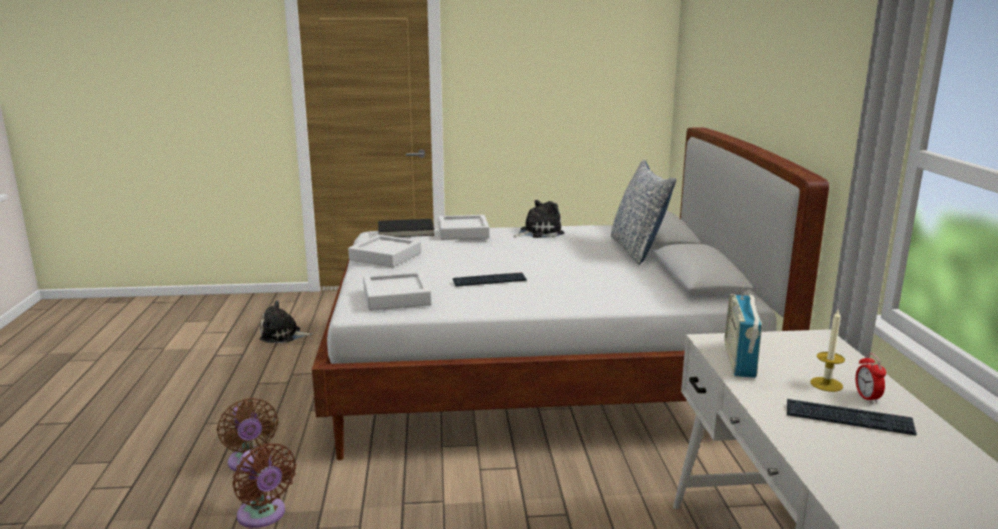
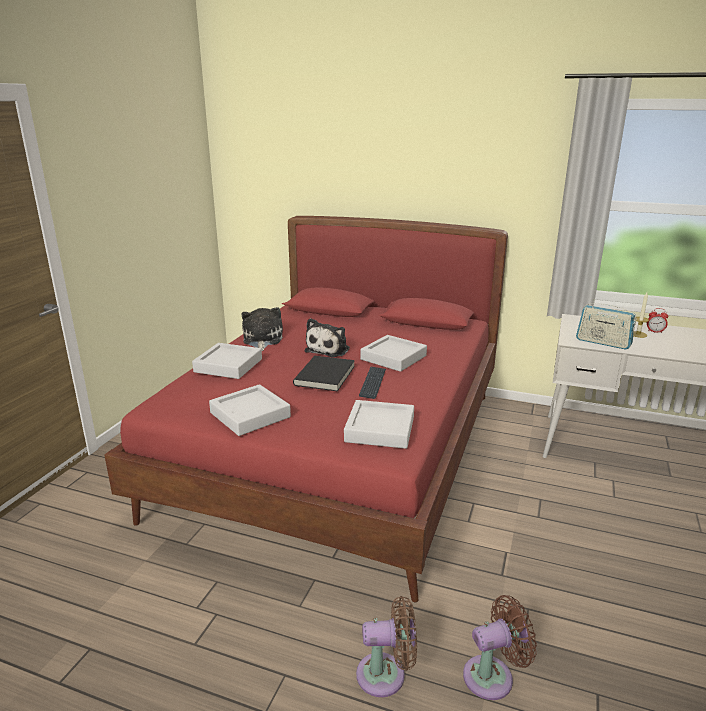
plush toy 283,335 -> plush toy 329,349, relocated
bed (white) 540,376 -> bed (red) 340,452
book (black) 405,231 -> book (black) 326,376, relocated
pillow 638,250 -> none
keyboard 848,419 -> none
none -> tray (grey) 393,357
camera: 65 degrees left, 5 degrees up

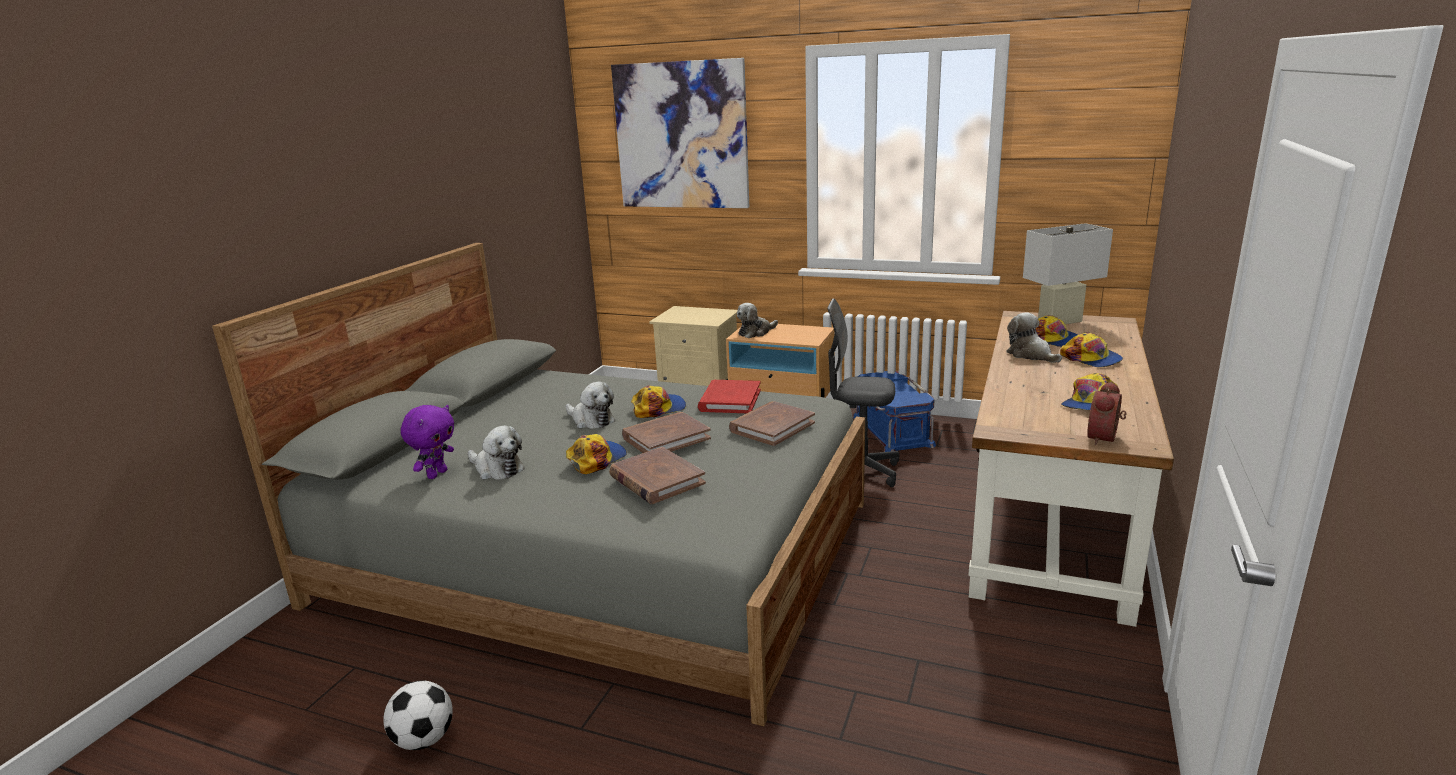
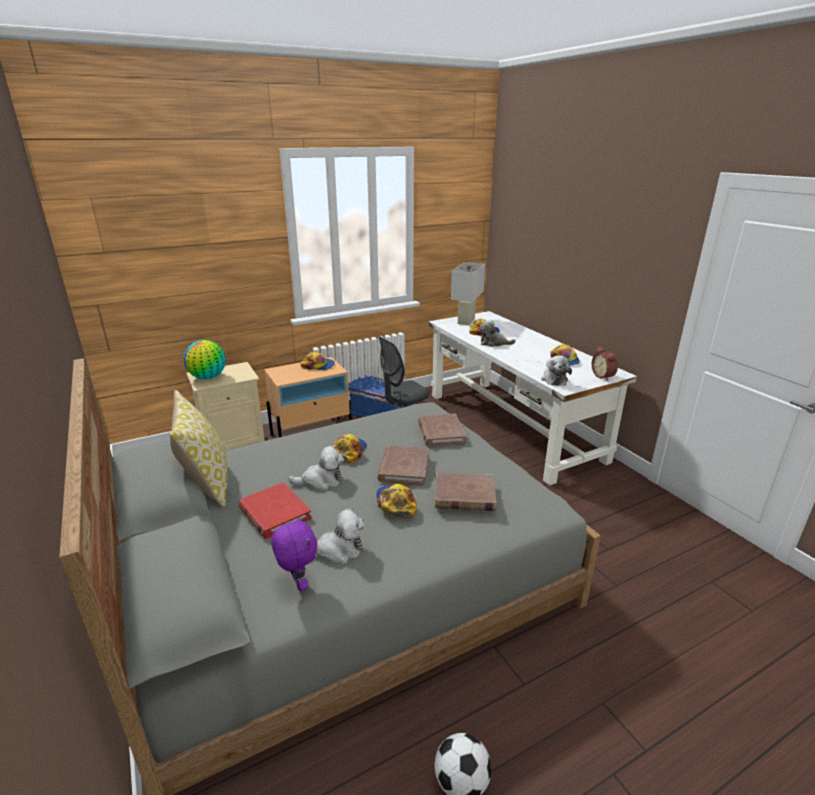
picture 681,136 -> none
book (red) 730,400 -> book (red) 274,513, relocated
plush toy 755,332 -> plush toy 554,379, relocated
desk (brown) 1053,511 -> desk (white) 512,426
cap 1091,359 -> cap 318,365, relocated
none -> pillow 207,483
none -> globe 208,377
camera: 50 degrees left, 5 degrees up

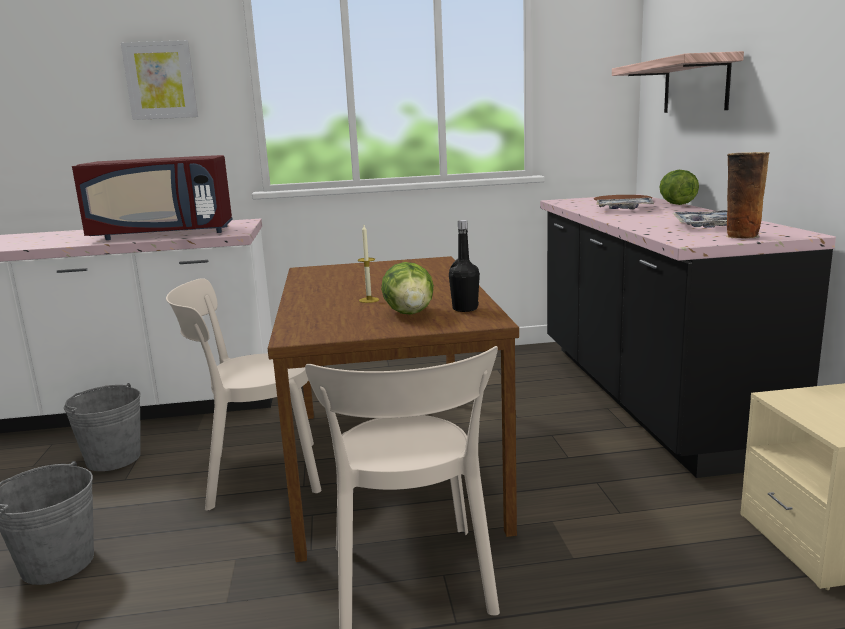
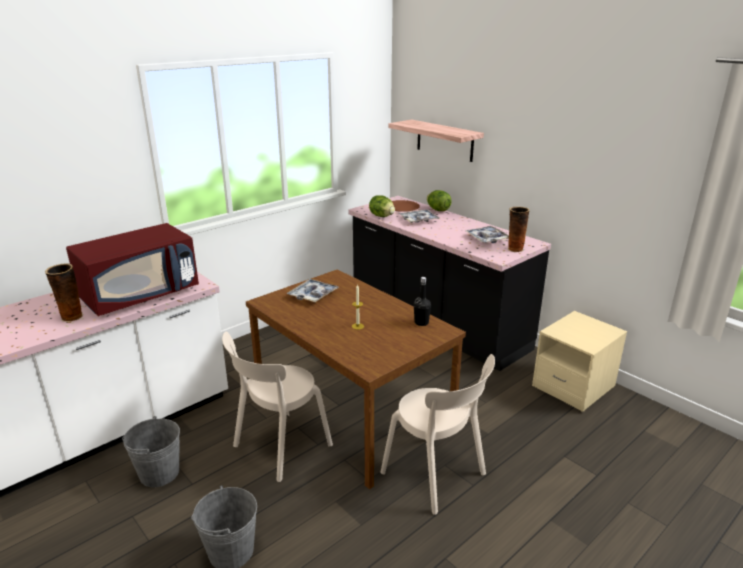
picture 160,80 -> none
lettuce 409,313 -> lettuce 382,216, relocated
none -> vase 71,317
none -> tray 313,295
camera: 35 degrees left, 10 degrees up

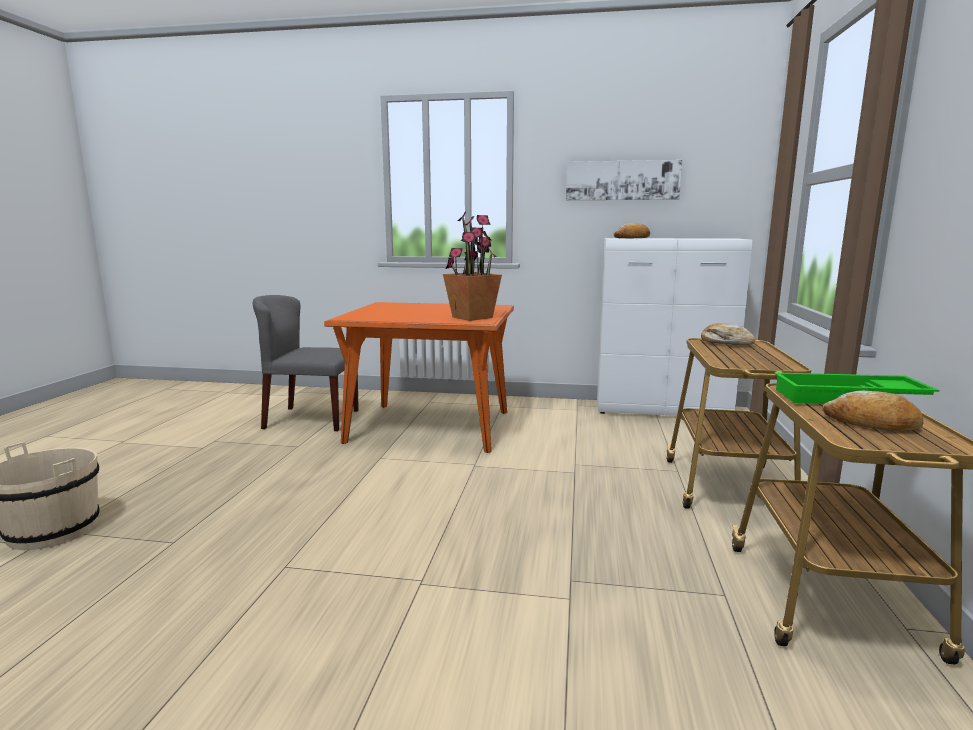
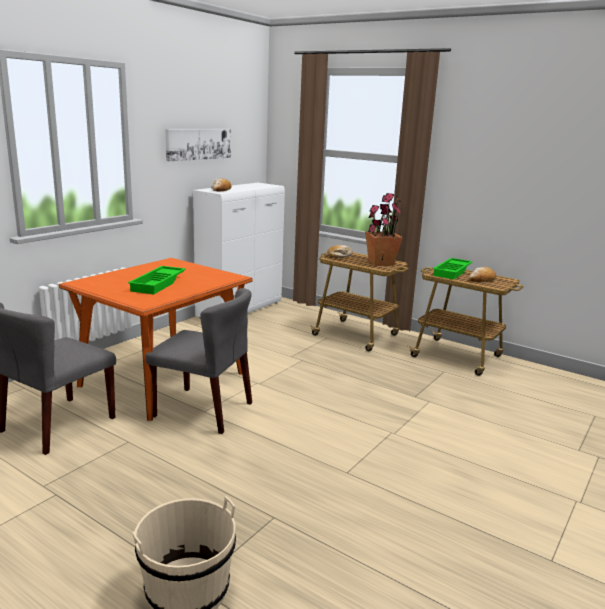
potted plant 472,317 -> potted plant 380,263, relocated
none -> tray (green) 159,284
none -> chair (grey) 204,409
camera: 65 degrees left, 5 degrees up

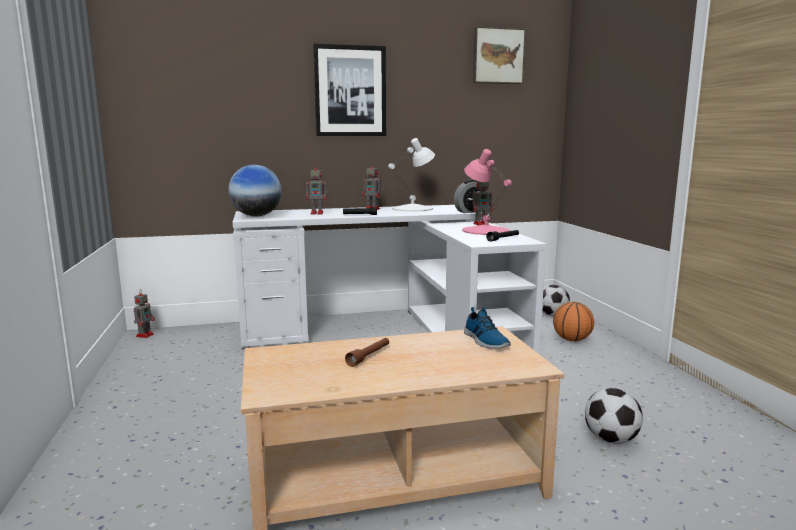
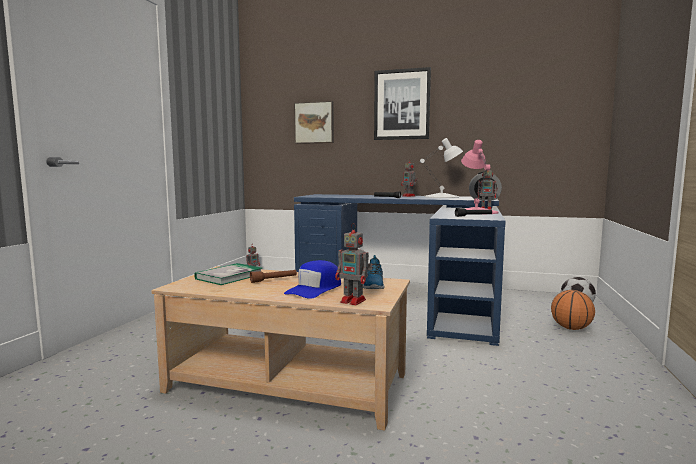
globe 256,216 -> none
desk (white) 394,333 -> desk (blue) 411,298
toy robot 318,213 -> toy robot 354,301, relocated
picture 497,56 -> picture 314,123, relocated
football 611,439 -> none
none -> book 229,276
none -> cap (blue) 315,289
camera: 30 degrees right, 5 degrees down

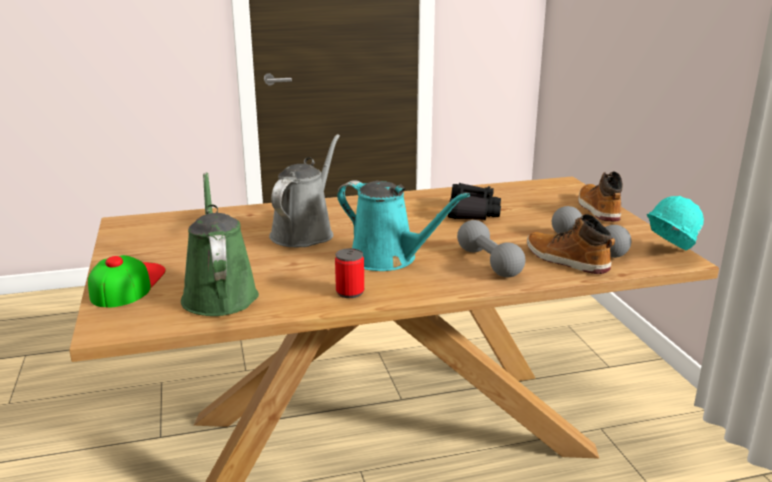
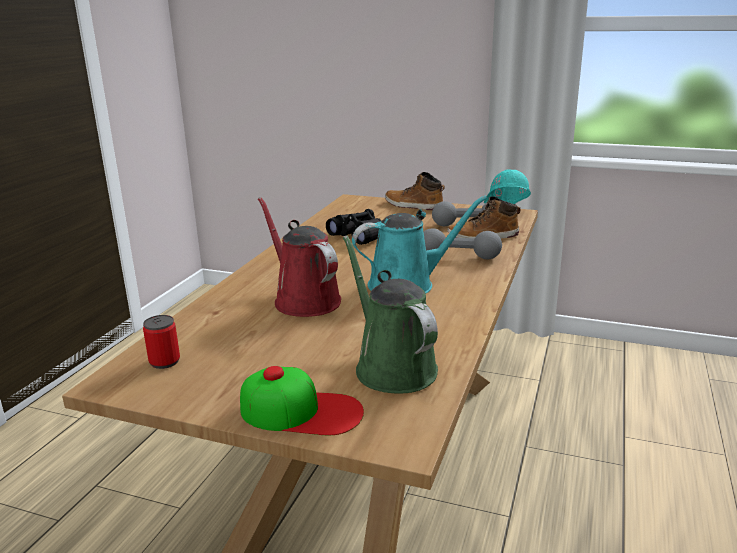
cap 127,283 -> cap 301,411, 150 degrees clockwise
watering can (green) 219,294 -> watering can (green) 391,366, 45 degrees clockwise
watering can (grey) 305,232 -> watering can (red) 304,299
can 350,292 -> can 164,361, relocated
camera: 55 degrees left, 0 degrees up

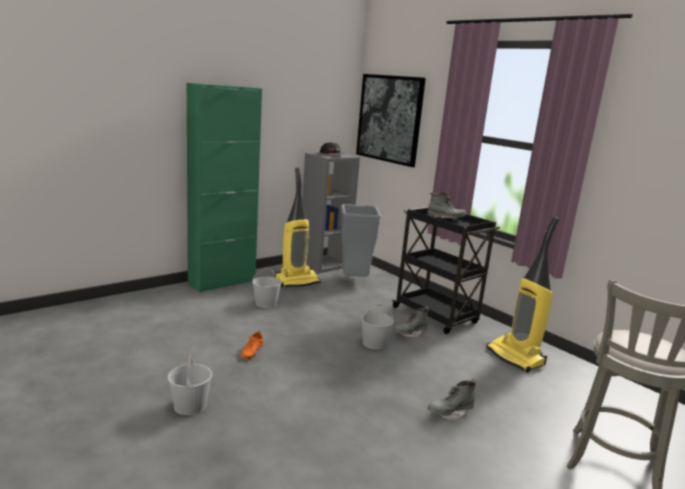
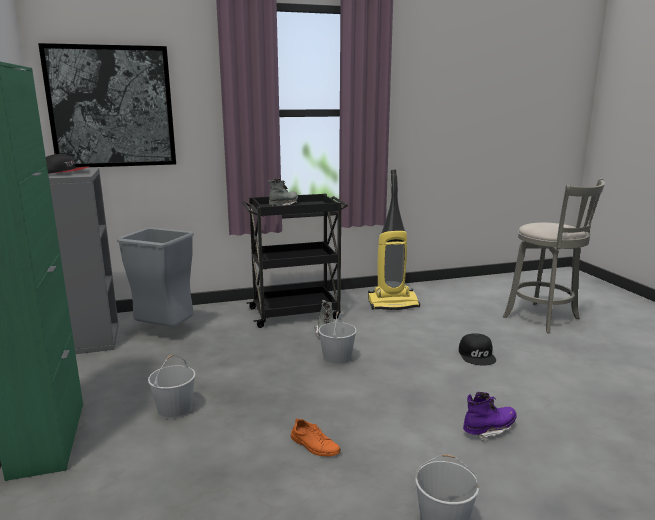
vacuum cleaner 297,281 -> none
boot (grey) 449,413 -> cap (black) 477,355
none -> boot (purple) 489,430
camera: 65 degrees left, 0 degrees up

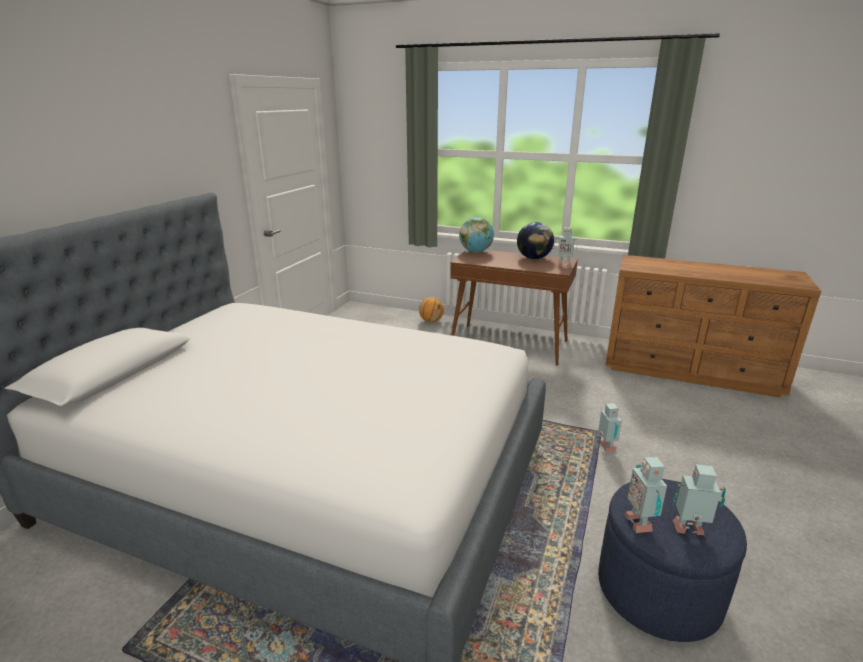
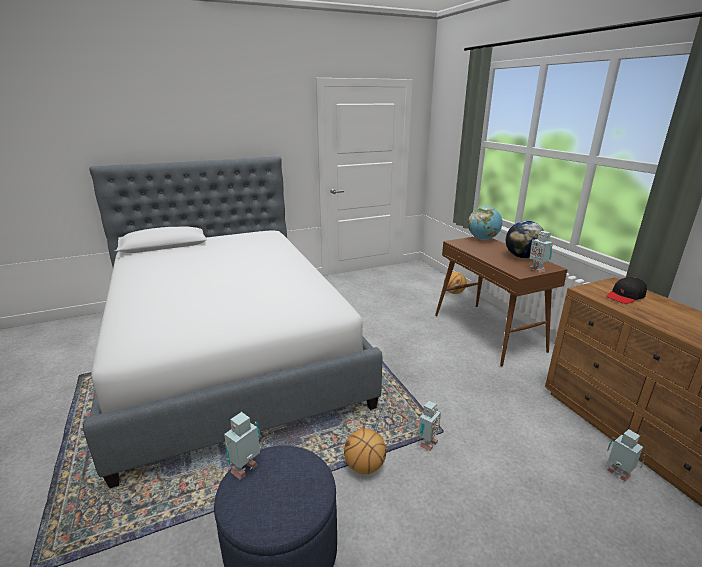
toy robot 690,530 -> toy robot 618,474, relocated
none -> basketball 364,466
none -> cap (black) 625,296
camera: 45 degrees right, 0 degrees up

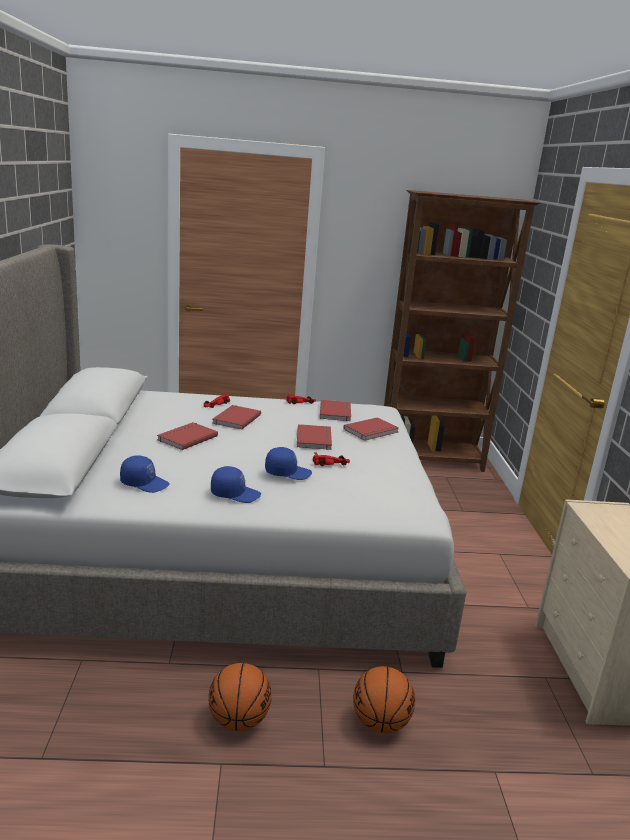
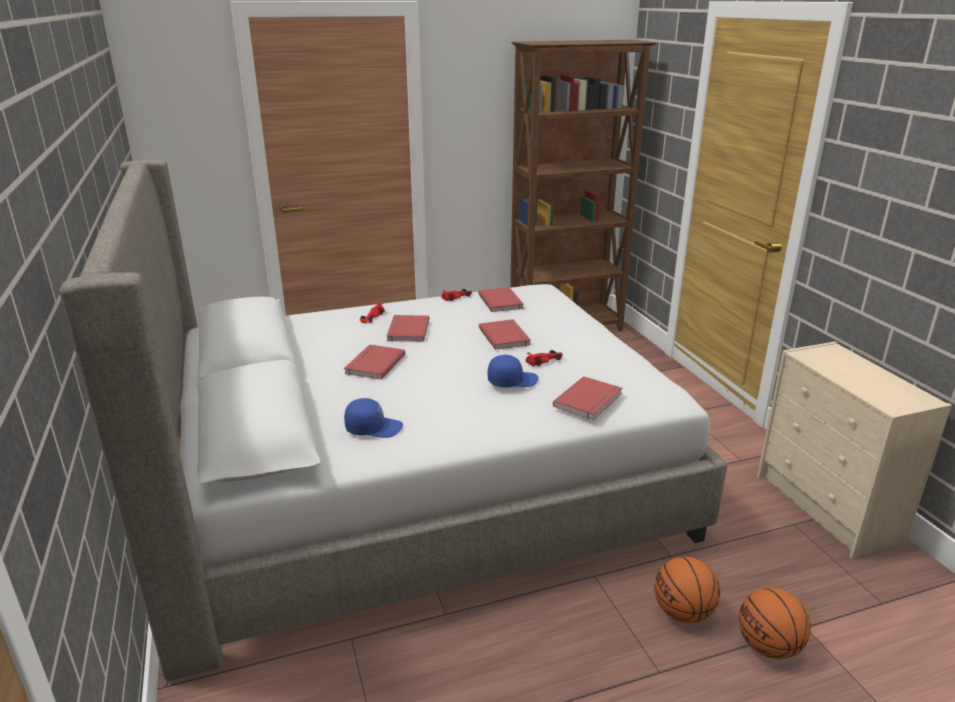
basketball 239,720 -> basketball 768,646, relocated
cap (blue) 235,494 -> none
book (red) 372,431 -> book (red) 590,400, relocated
camera: 15 degrees left, 5 degrees up

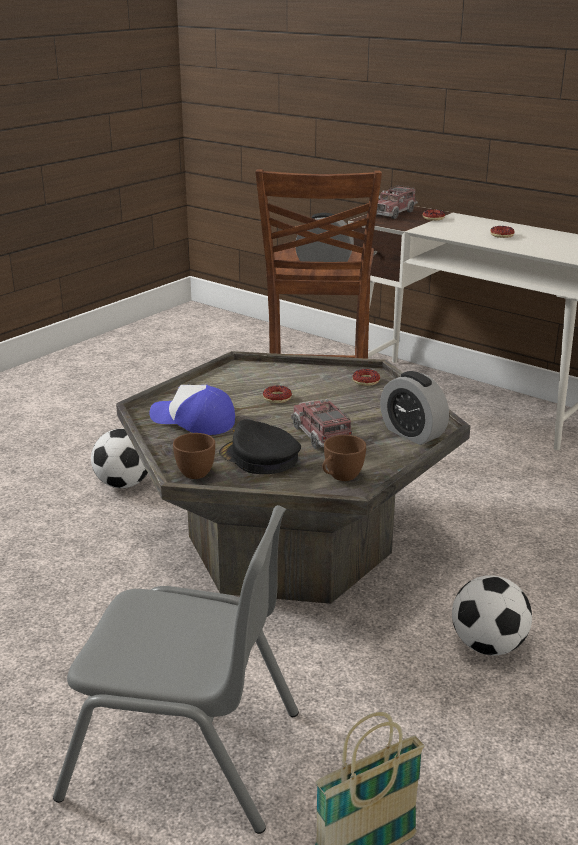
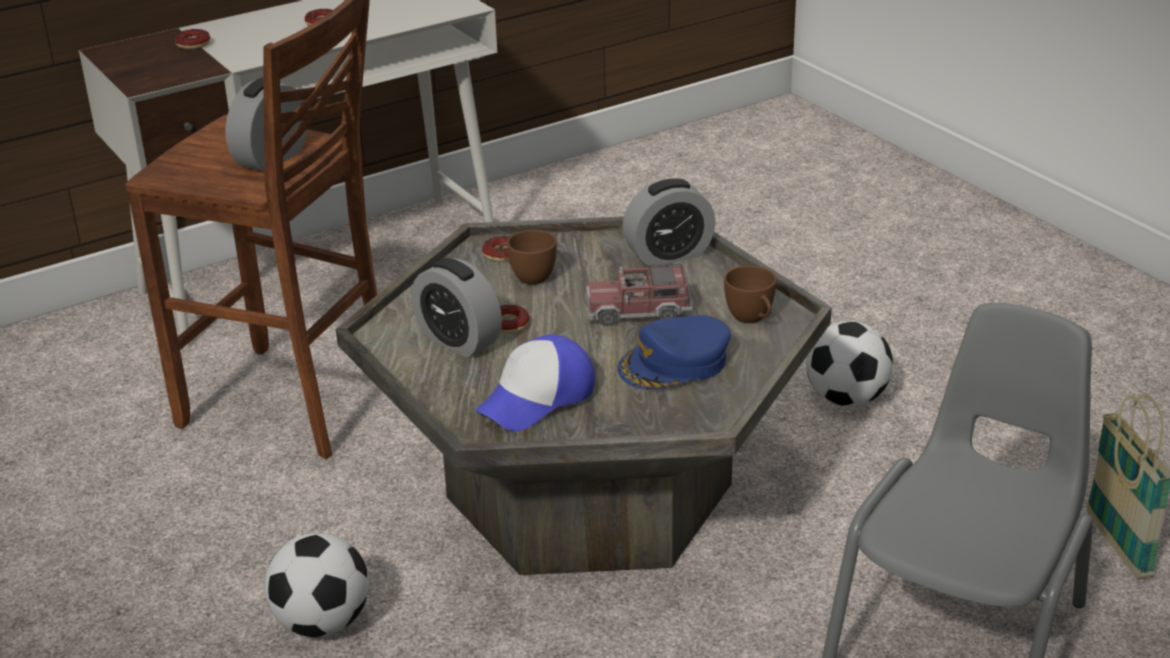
cup (brown) 196,470 -> cup (brown) 527,276, relocated
cap (black) 259,457 -> cap (blue) 675,363
toy truck 393,213 -> none
none -> alarm clock 458,340
camera: 70 degrees left, 5 degrees up

